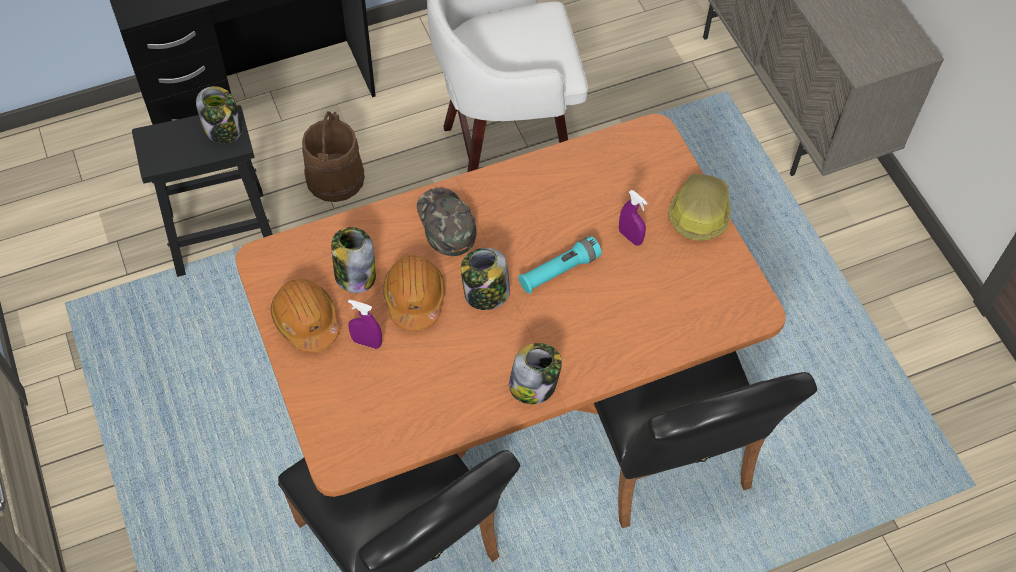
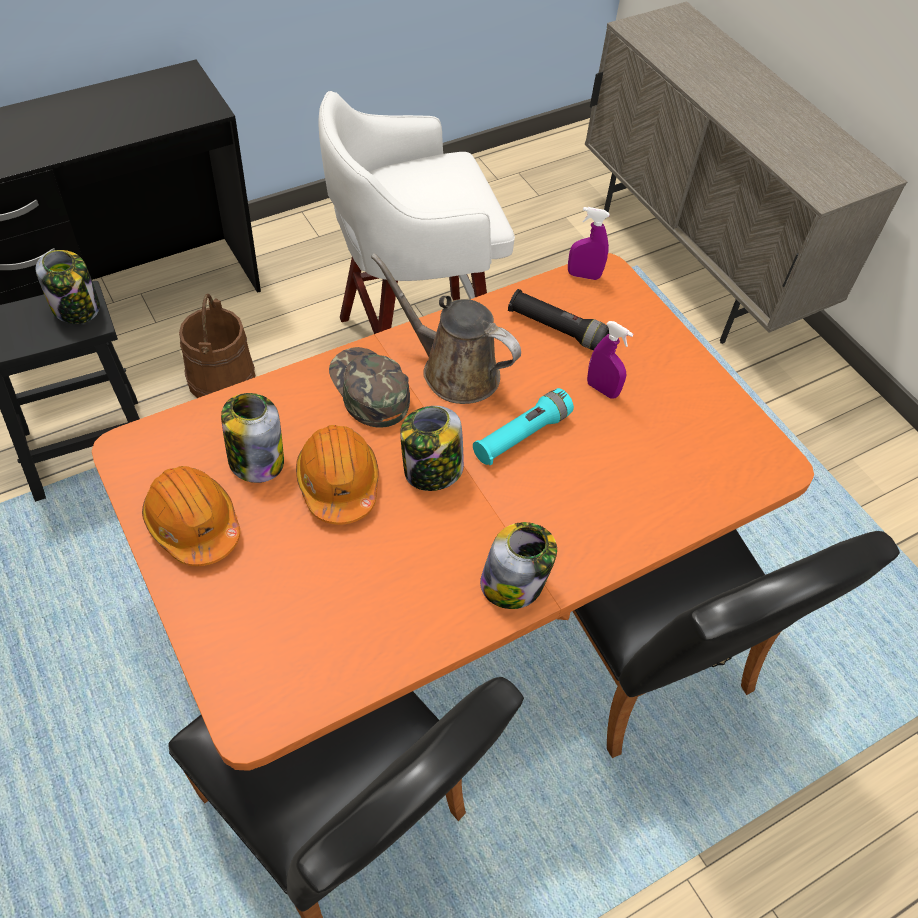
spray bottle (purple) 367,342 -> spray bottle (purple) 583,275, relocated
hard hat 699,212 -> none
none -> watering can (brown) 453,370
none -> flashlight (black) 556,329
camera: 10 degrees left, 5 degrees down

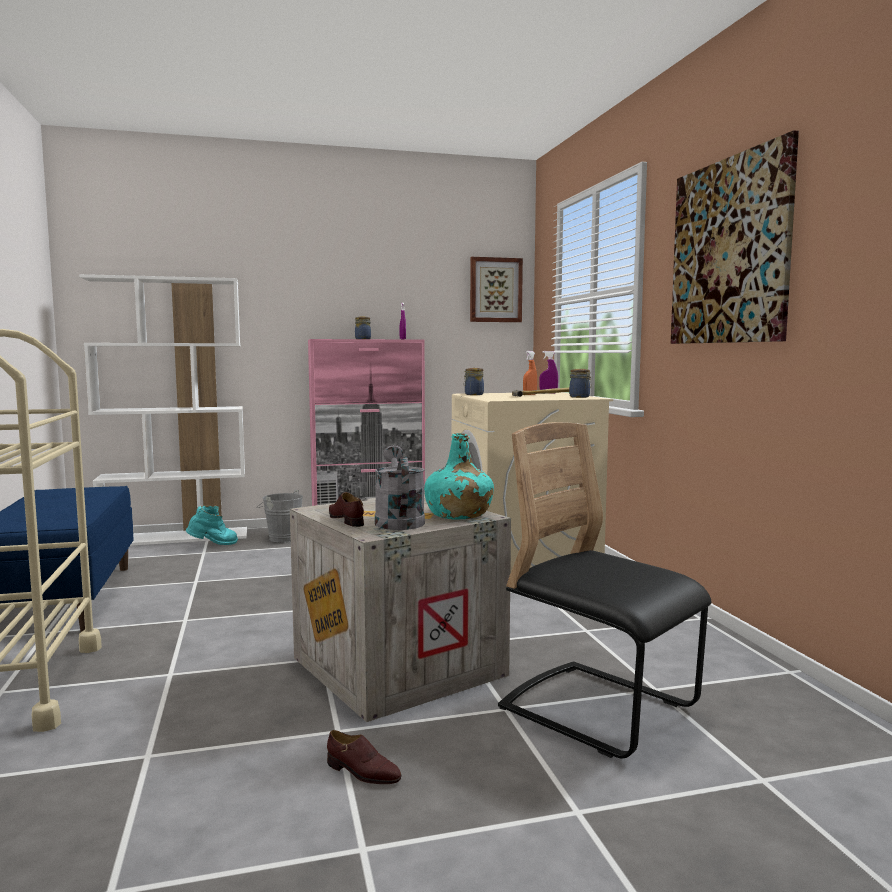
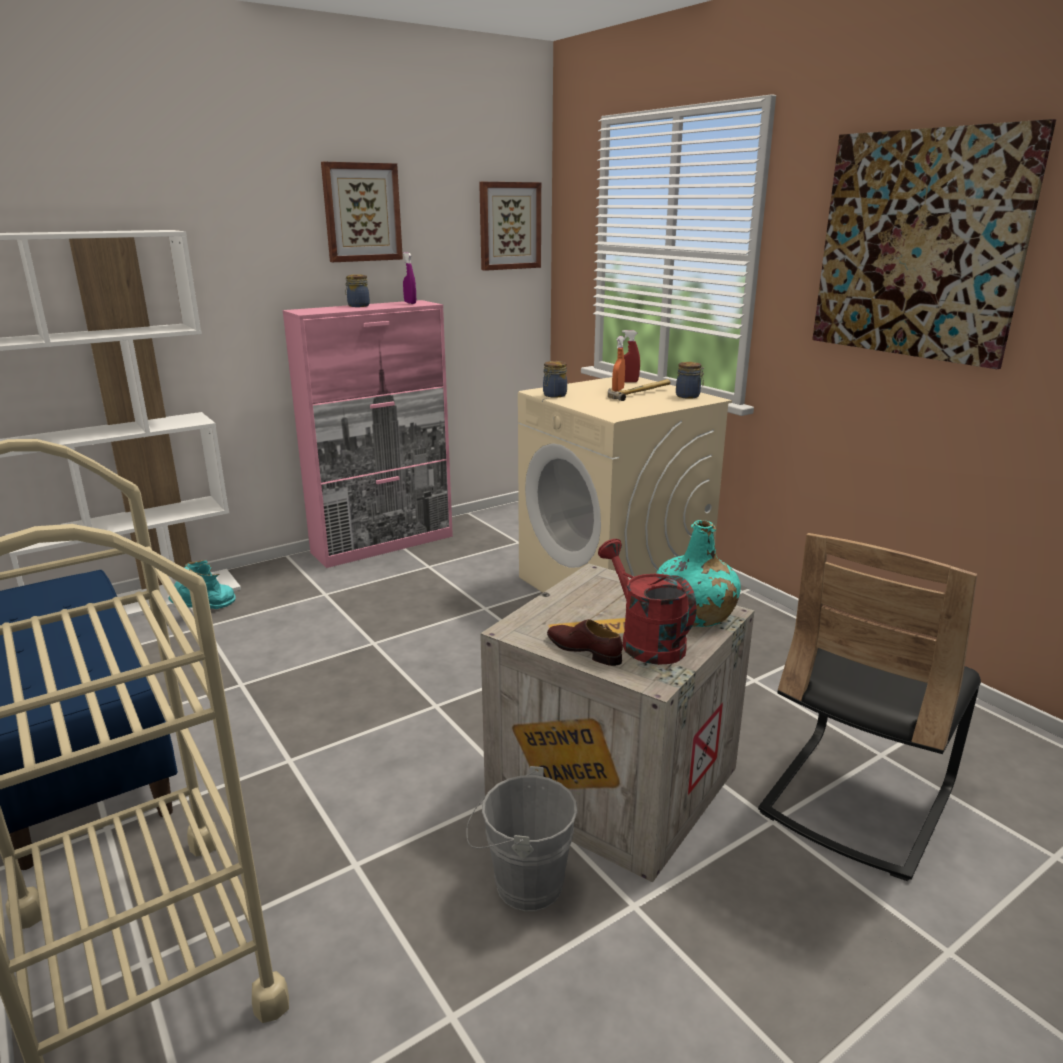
bucket (grey) 281,538 -> bucket (grey) 521,883, relocated
shoe (brown) 363,772 -> none
watering can (grey) 398,520 -> watering can (red) 645,641
chair (black) 599,710 -> chair (black) 857,799, 75 degrees counterclockwise
spray bottle (purple) 548,393 -> spray bottle (red) 628,381
none -> picture 362,212
camera: 20 degrees left, 15 degrees up

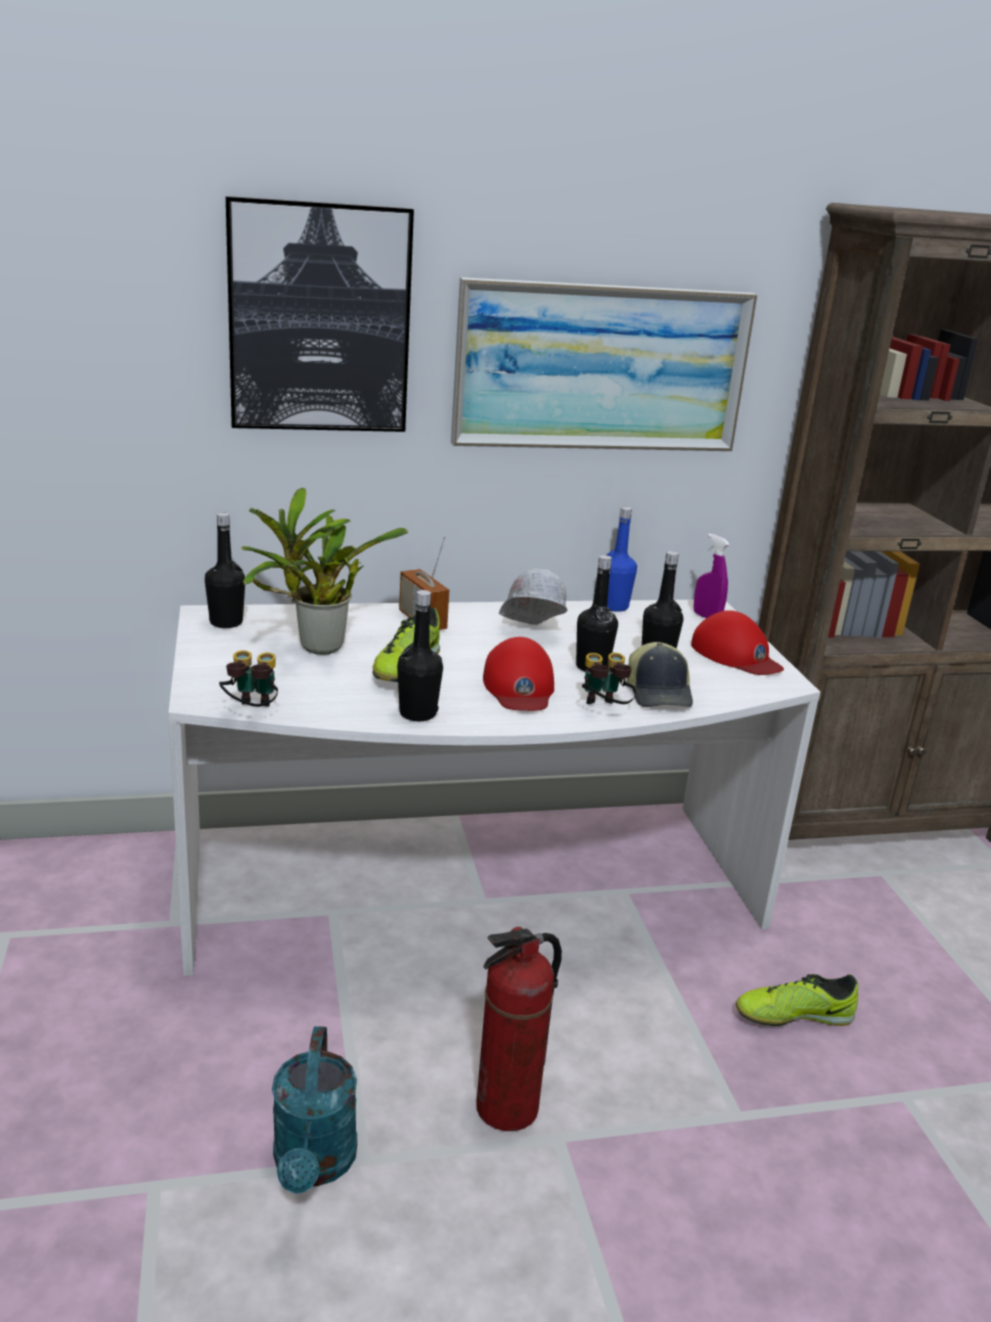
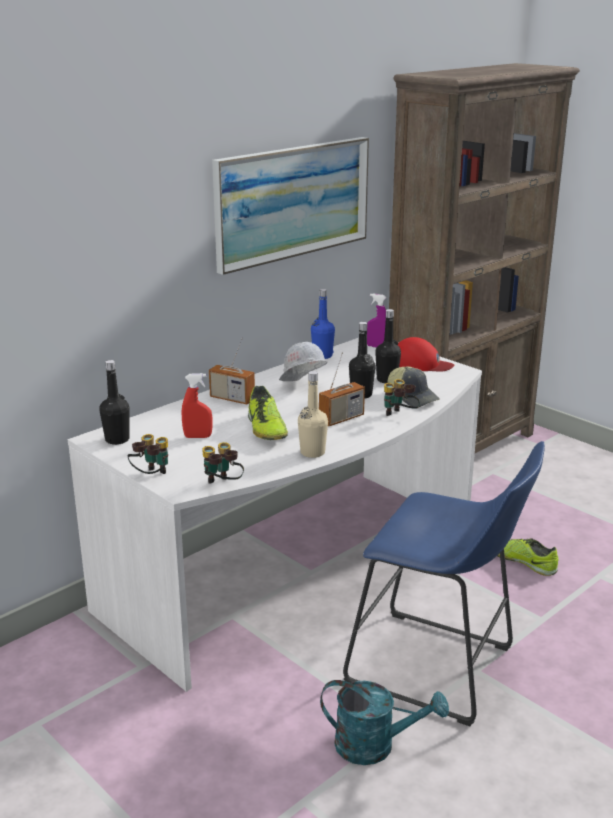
picture 319,318 -> none
potted plant 315,649 -> spray bottle (red) 198,437
watering can (turquoise) 313,1165 -> watering can (turquoise) 375,746, 45 degrees counterclockwise
bottle (black) 417,713 -> bottle (beige) 312,452
fire extinguisher 507,1109 -> stool (blue) 438,670
cap (red) 519,687 -> radio 341,419
shoe 793,1015 -> shoe 520,561, 75 degrees clockwise
none -> binoculars 151,476
camera: 30 degrees left, 0 degrees up

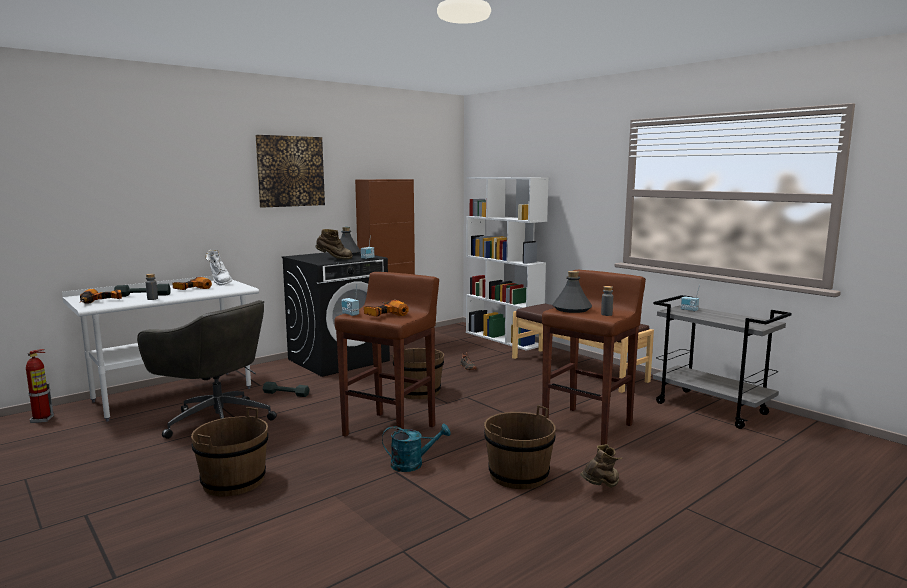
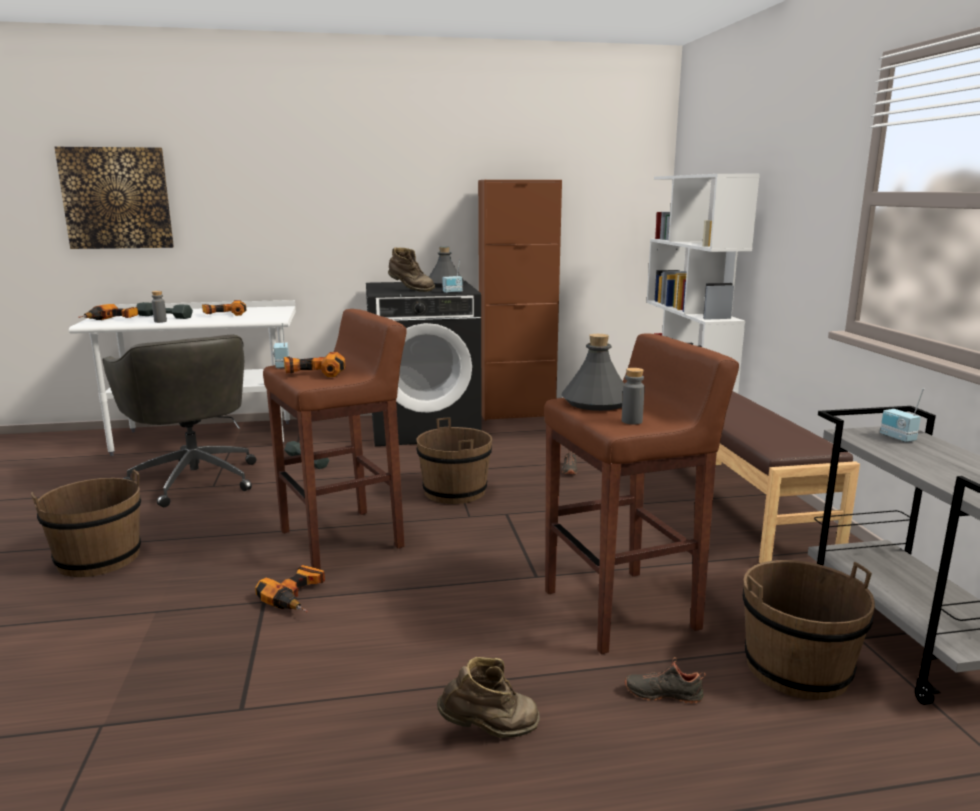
fire extinguisher 42,419 -> none
boot (white) 220,283 -> none
picture 290,171 -> picture 116,198, relocated
watering can (turquoise) 413,464 -> power drill 298,597
bucket (brown) 518,475 -> bucket (brown) 797,669, relocated
none -> shoe (black) 663,693
camera: 30 degrees right, 5 degrees up

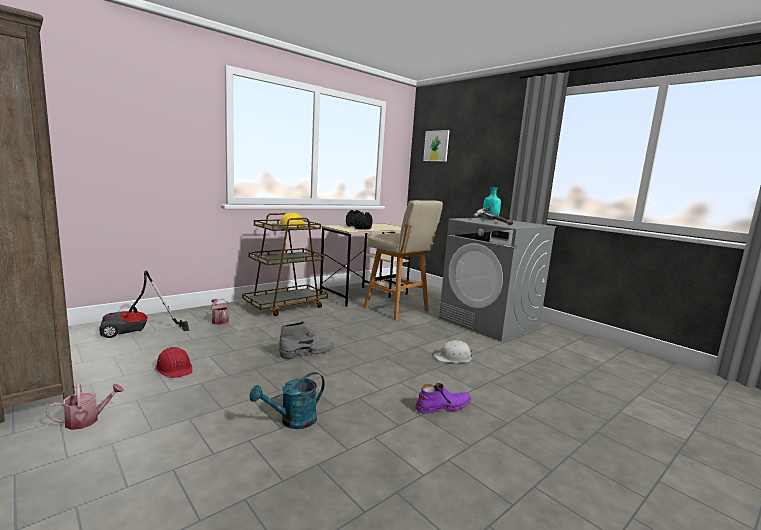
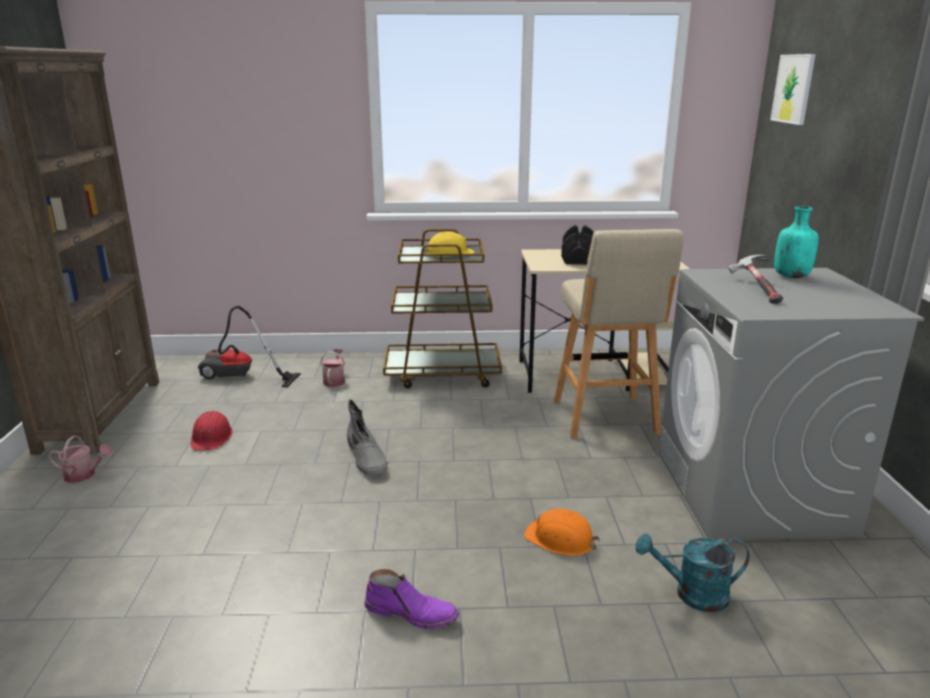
watering can (turquoise) 292,421 -> watering can (turquoise) 692,594, relocated
boot (grey) 307,352 -> boot (grey) 367,459, 60 degrees clockwise
hard hat (white) 453,357 -> hard hat (orange) 560,539
camera: 40 degrees right, 10 degrees up

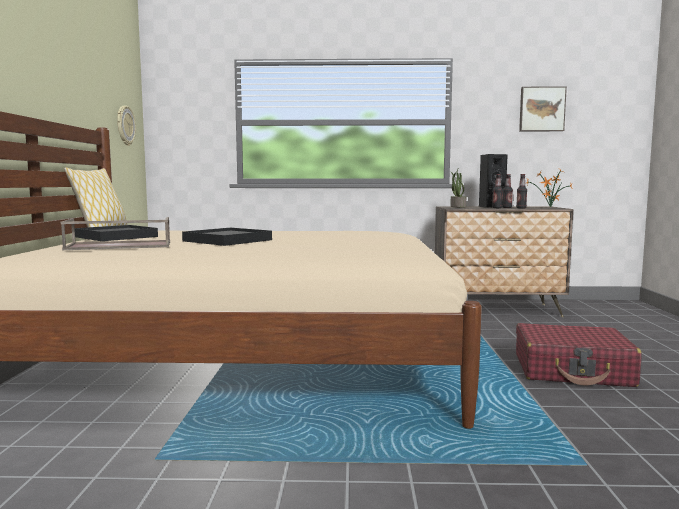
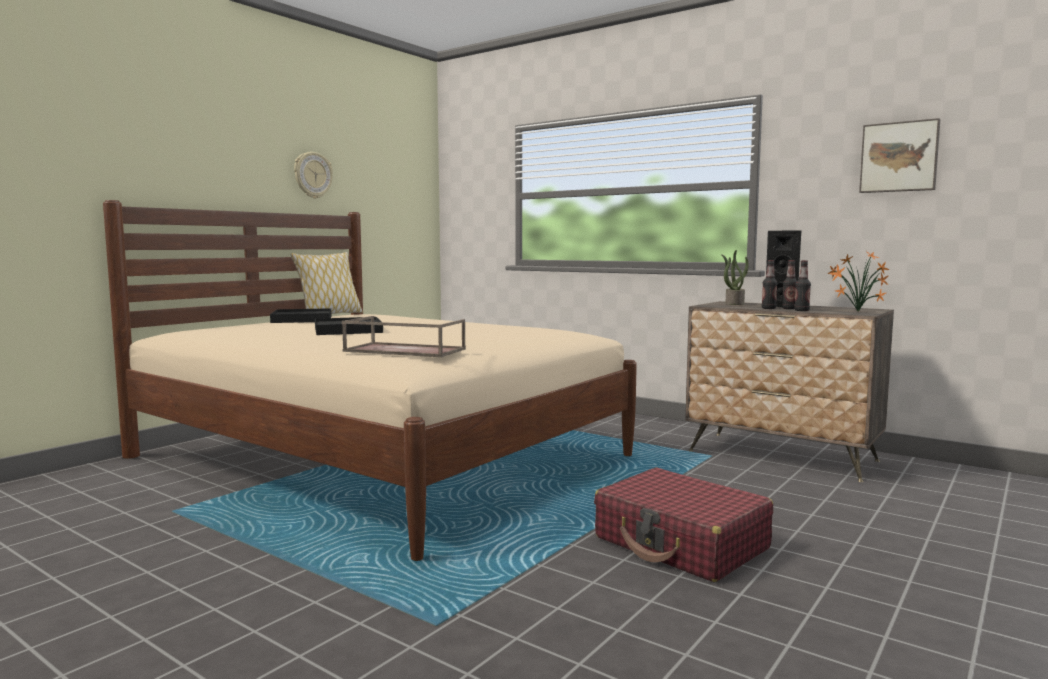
tray (brown) 118,246 -> tray (brown) 403,350, relocated
wall clock 125,125 -> wall clock 312,175, relocated
camera: 35 degrees right, 0 degrees up

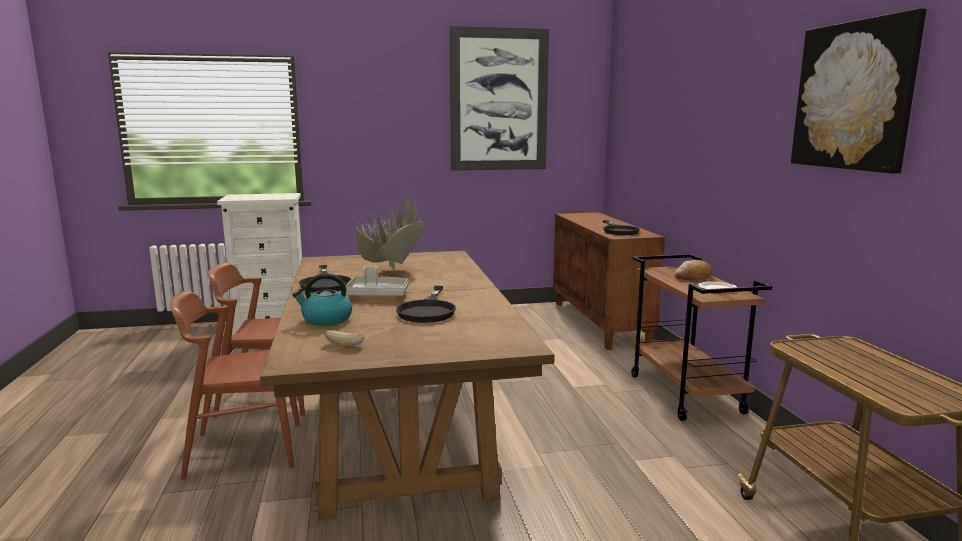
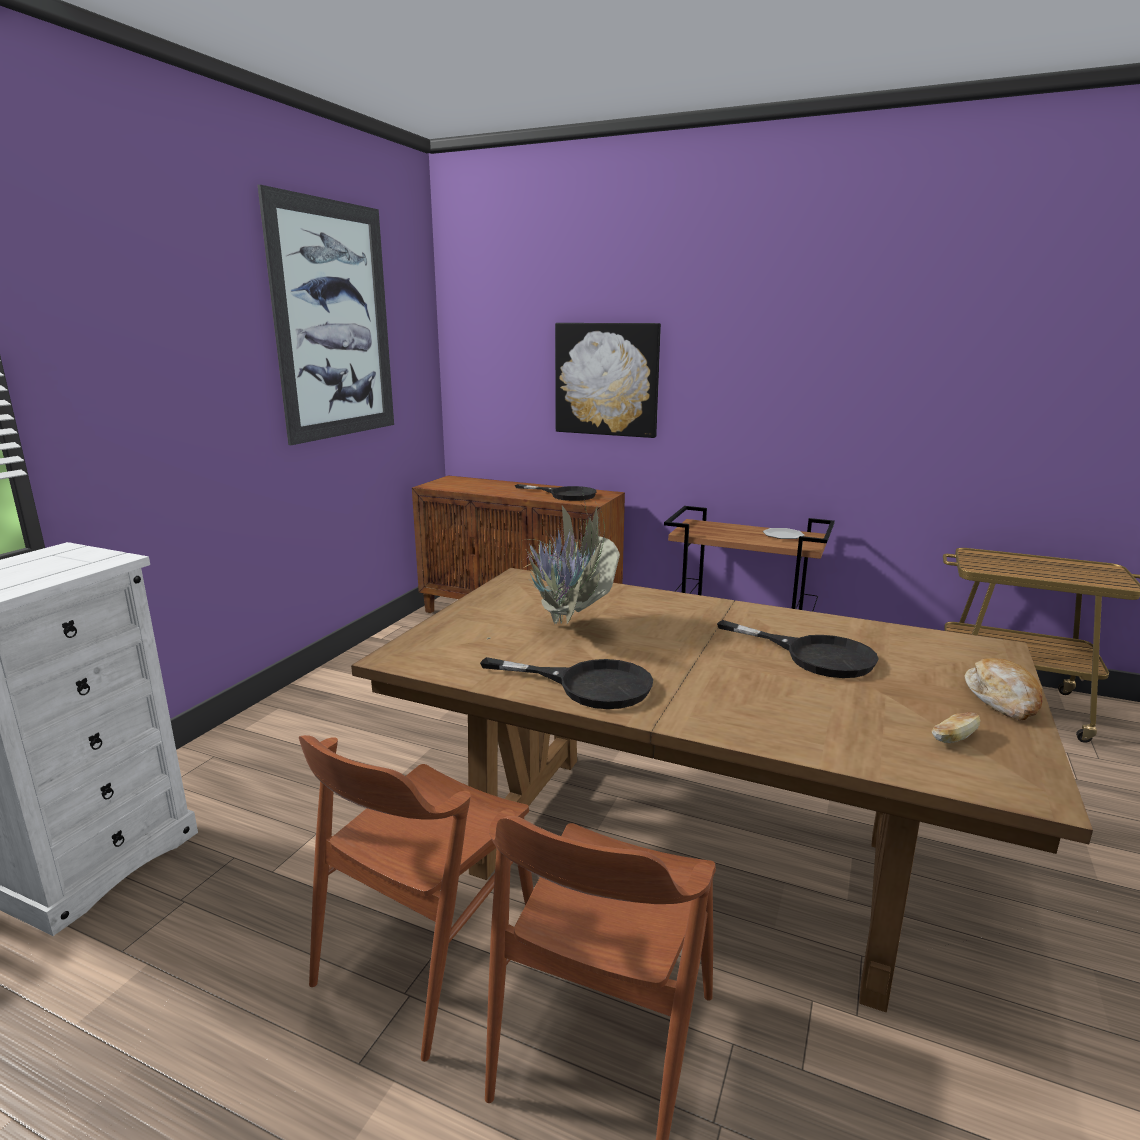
kettle 326,319 -> none
tray (grey) 377,295 -> none
bread 693,277 -> bread 1002,699, relocated
picture 854,96 -> picture 607,379, relocated
camera: 55 degrees left, 5 degrees up

